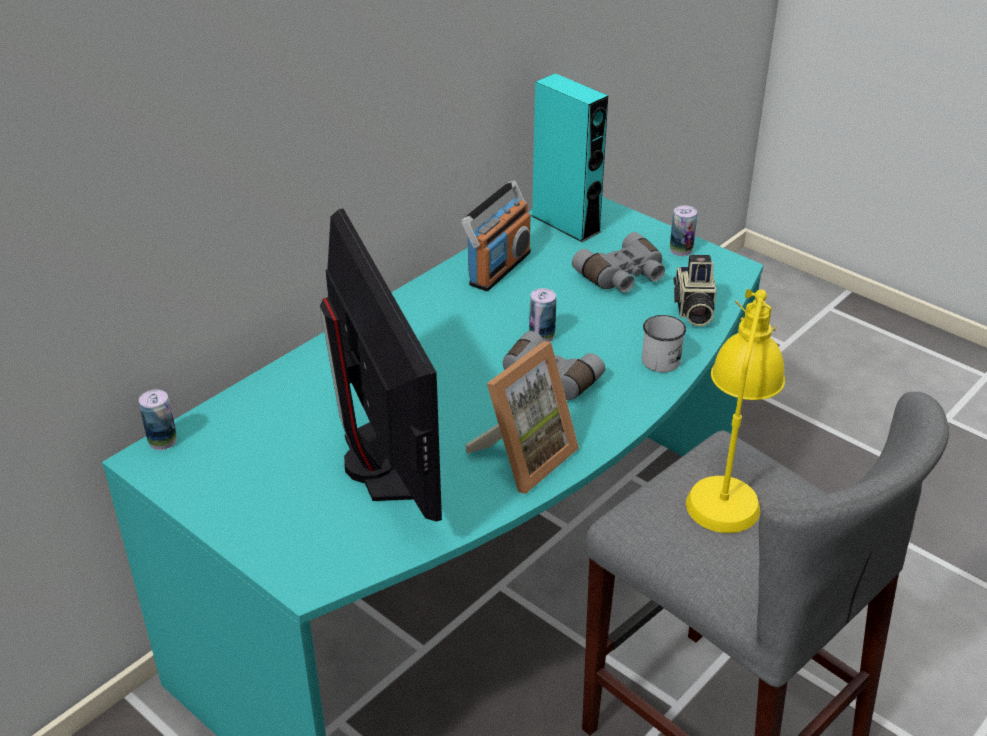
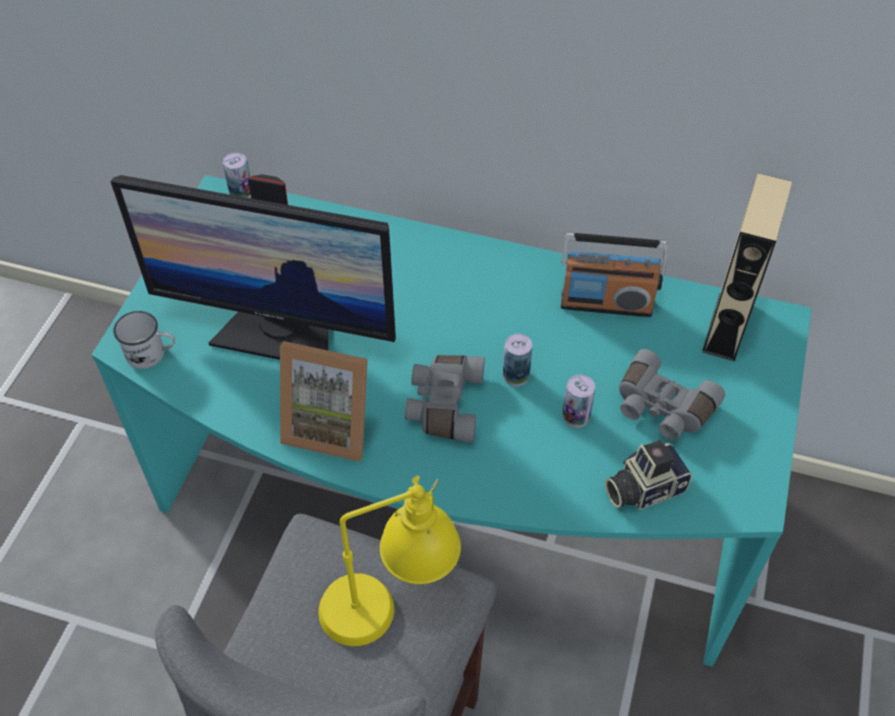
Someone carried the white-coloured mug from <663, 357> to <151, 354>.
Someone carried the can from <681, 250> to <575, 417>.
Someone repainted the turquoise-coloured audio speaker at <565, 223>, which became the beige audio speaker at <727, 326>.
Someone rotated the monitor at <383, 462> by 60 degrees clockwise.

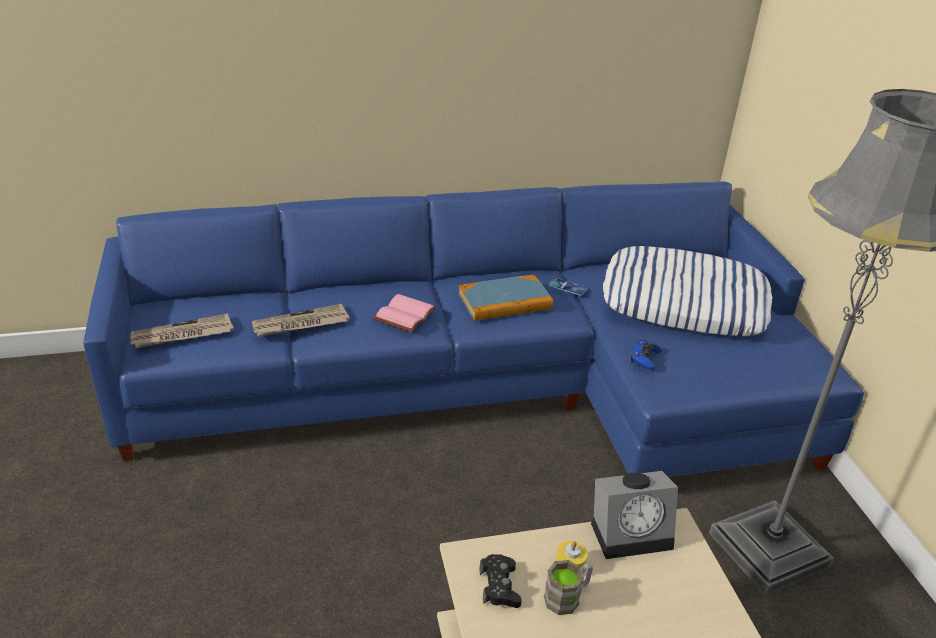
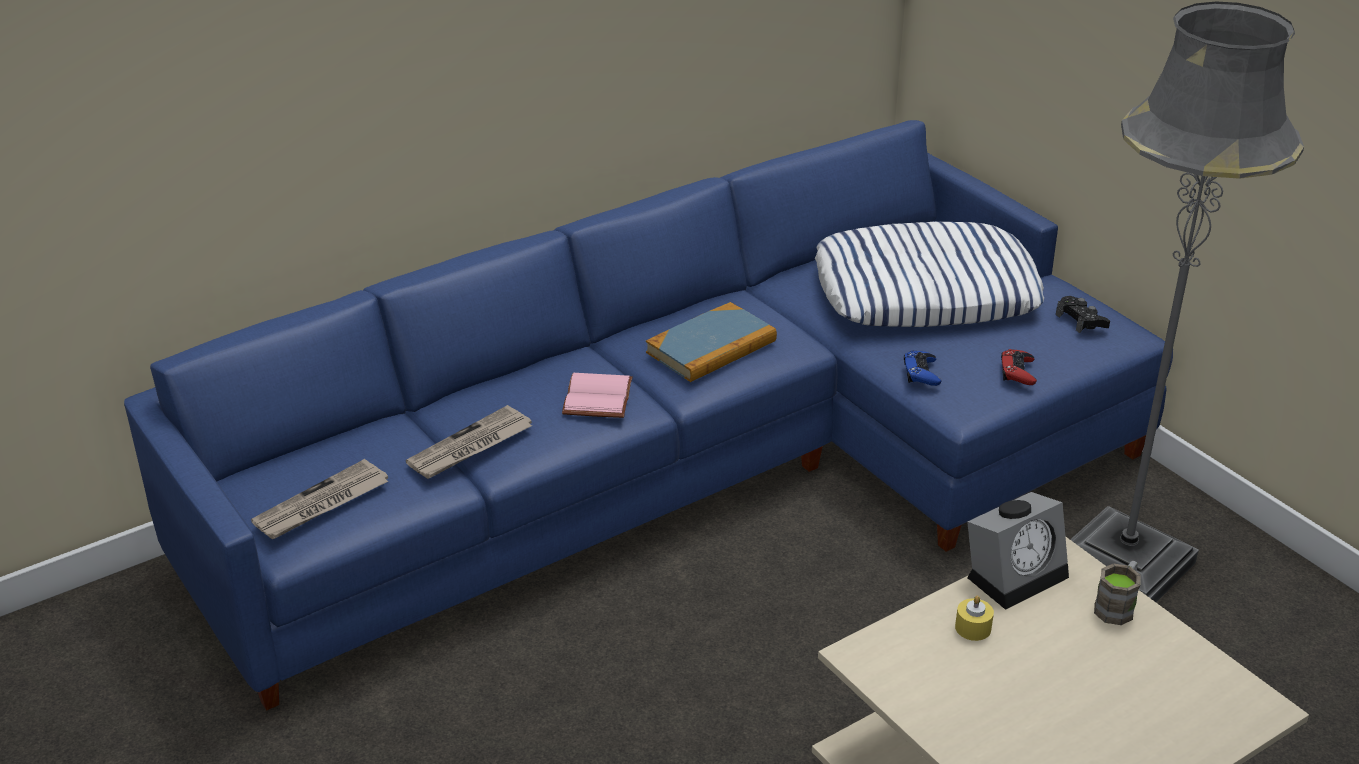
Someone took away the telephone at <567, 287>.
Someone put down the red gamepad at <1017, 372>.
Someone carried the black gamepad from <499, 586> to <1081, 320>.
Someone carried the brown-coloured mug from <567, 597> to <1117, 606>.

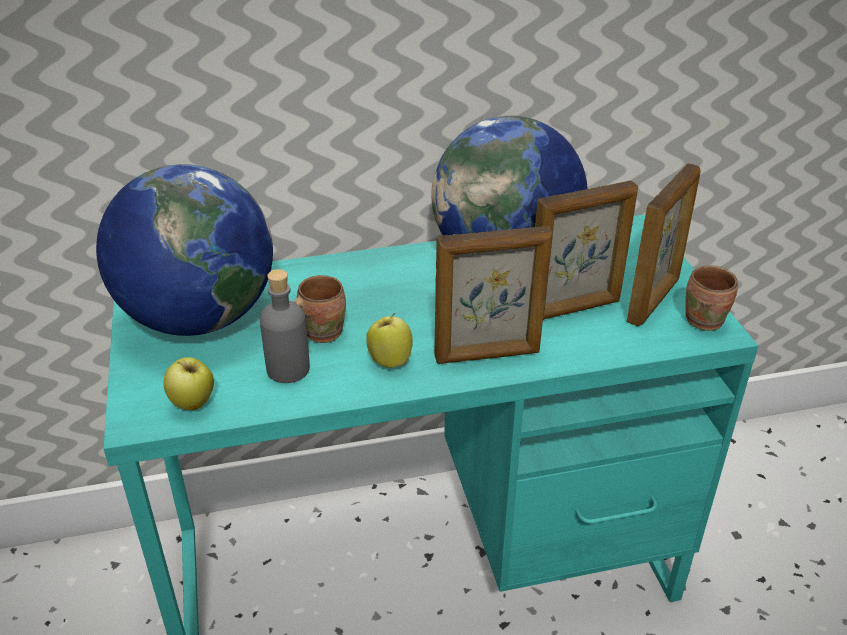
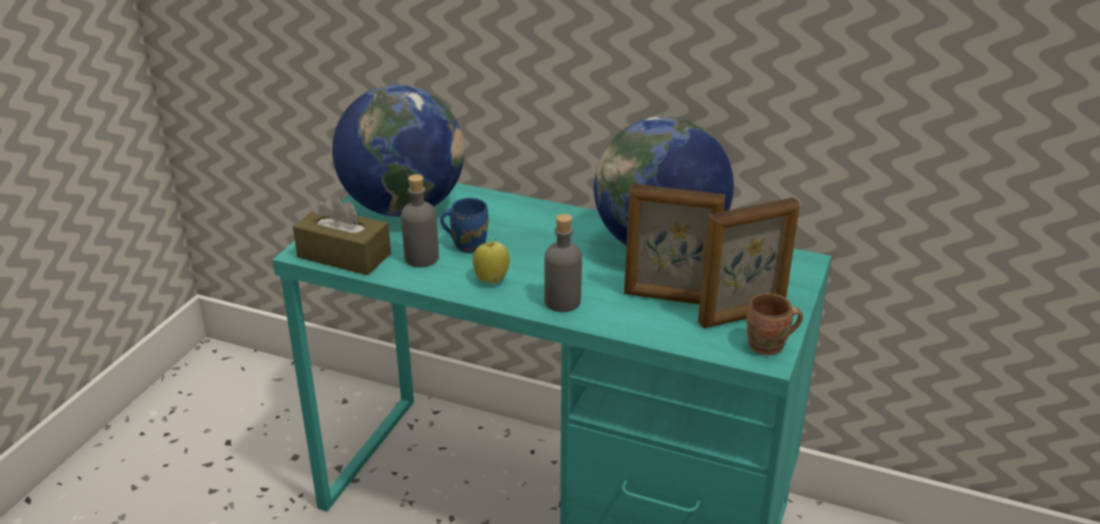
Someone swapped the apple fruit at <193, 404> for the brown-coloured tissue holder at <344, 255>.
Someone swapped the picture frame at <488, 355> for the grey bottle at <562, 302>.
Someone repainted the brown-coloured mug at <320, 332>, which became the blue-coloured mug at <468, 244>.

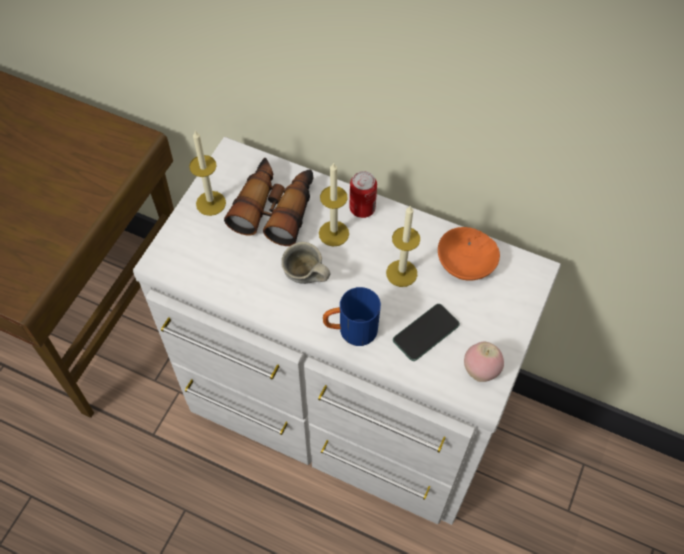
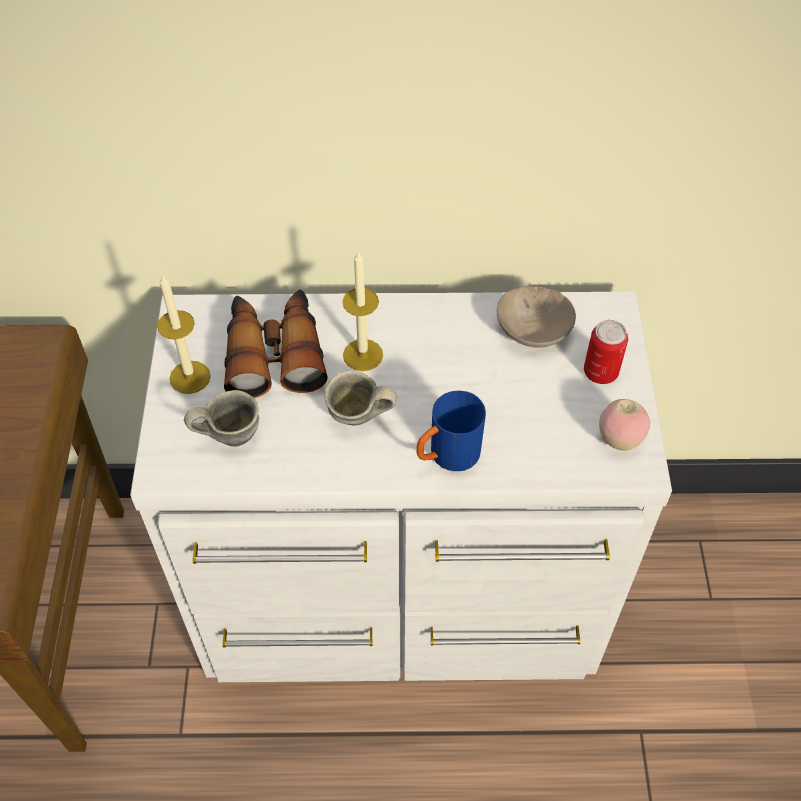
Someone took away the candle at <401, 273>.
Someone took away the telephone at <426, 333>.
Someone put down the grey mug at <230, 434>.
Someone carried the can from <362, 209> to <600, 372>.
Someone repainted the orange serving bowl at <464, 263>, which became the beige serving bowl at <532, 331>.

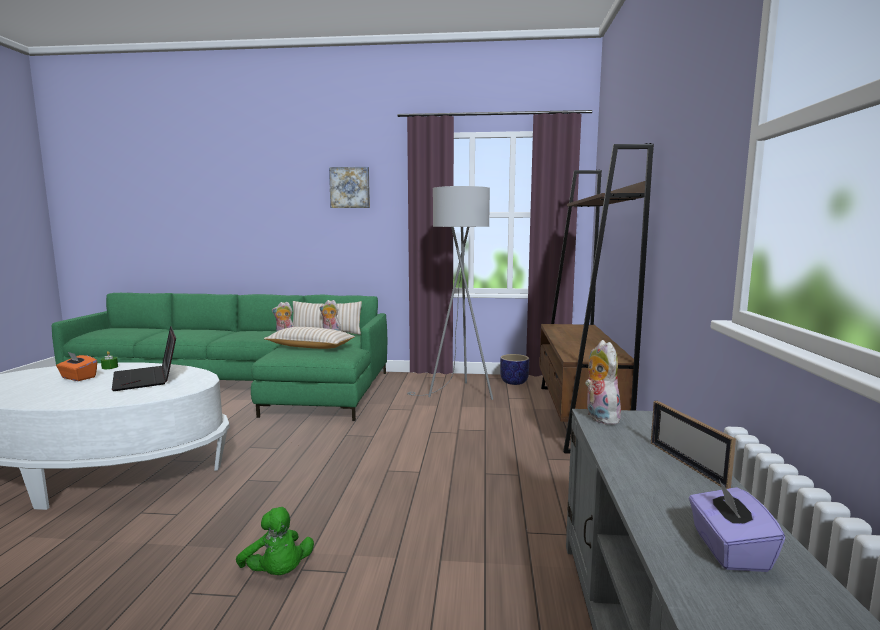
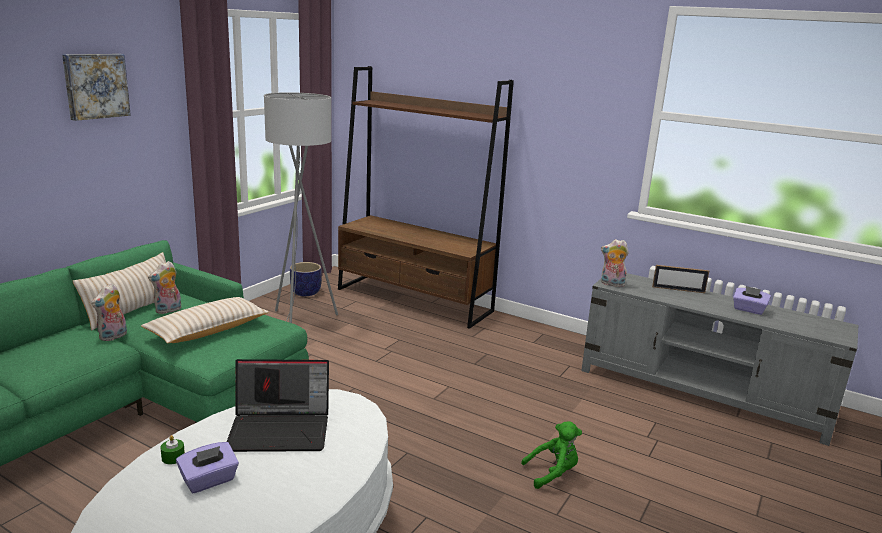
Someone repainted the orange tissue holder at <78, 378>, which became the purple-coloured tissue holder at <209, 481>.

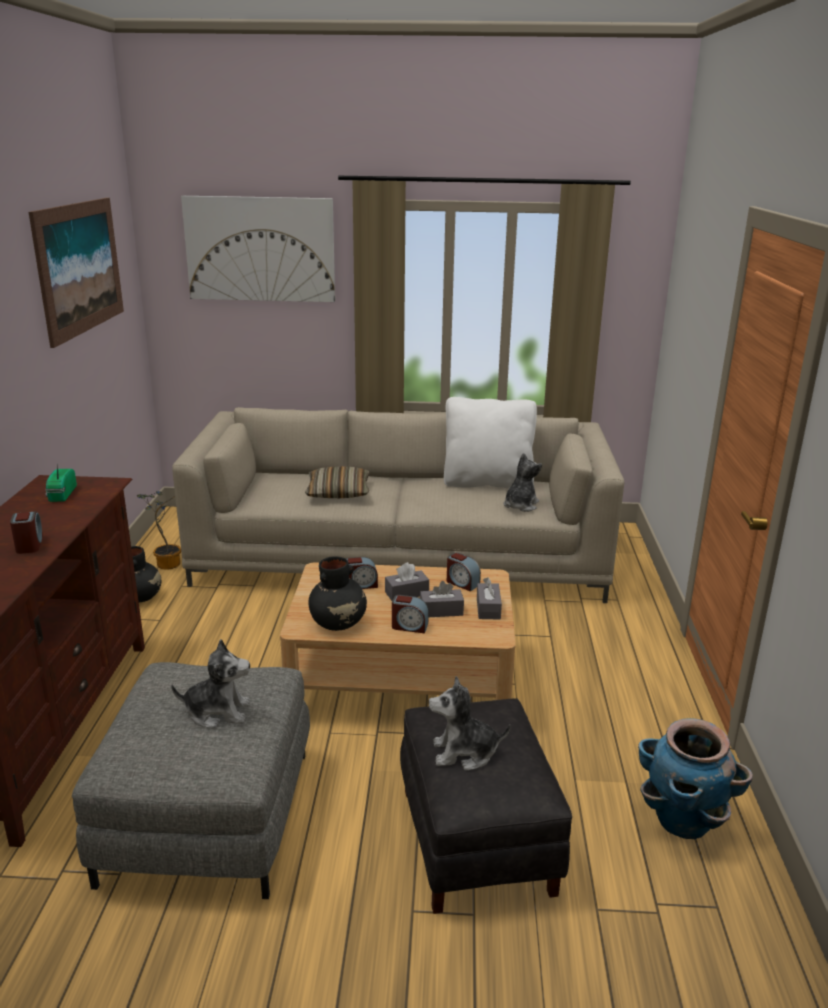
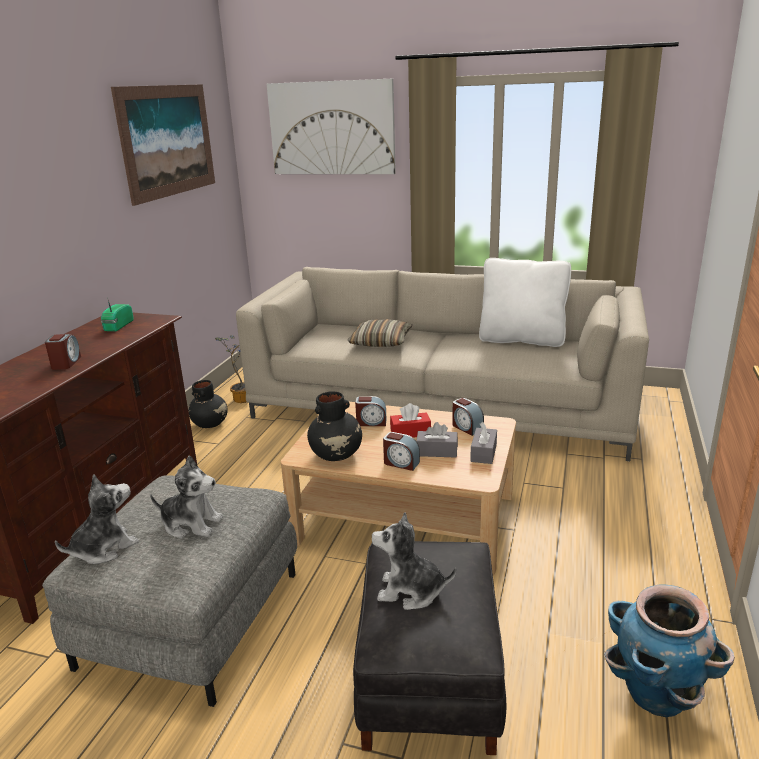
Someone carried the soft toy from <520, 505> to <104, 548>.
Someone repainted the grey tissue holder at <406, 593>, which became the red tissue holder at <410, 433>.

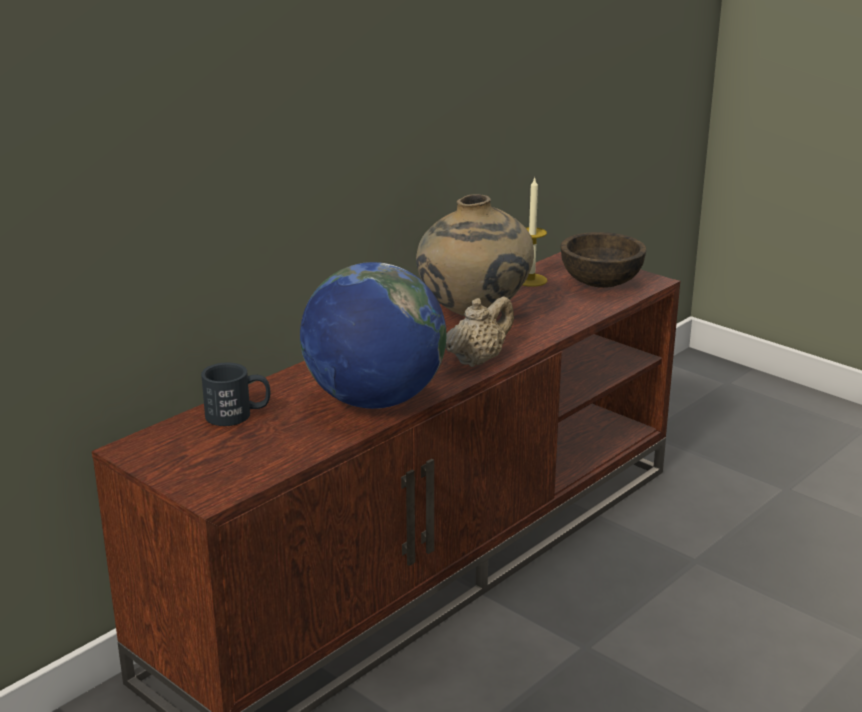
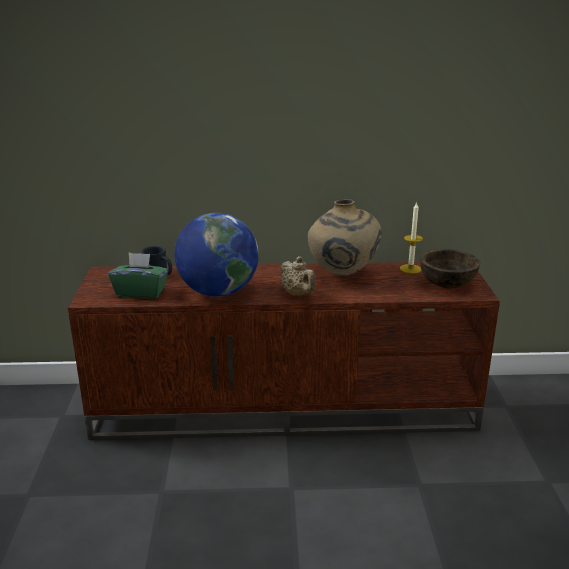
Someone put down the green tissue holder at <141, 292>.
Someone rotated the beige tea pot at <478, 360> by 60 degrees clockwise.

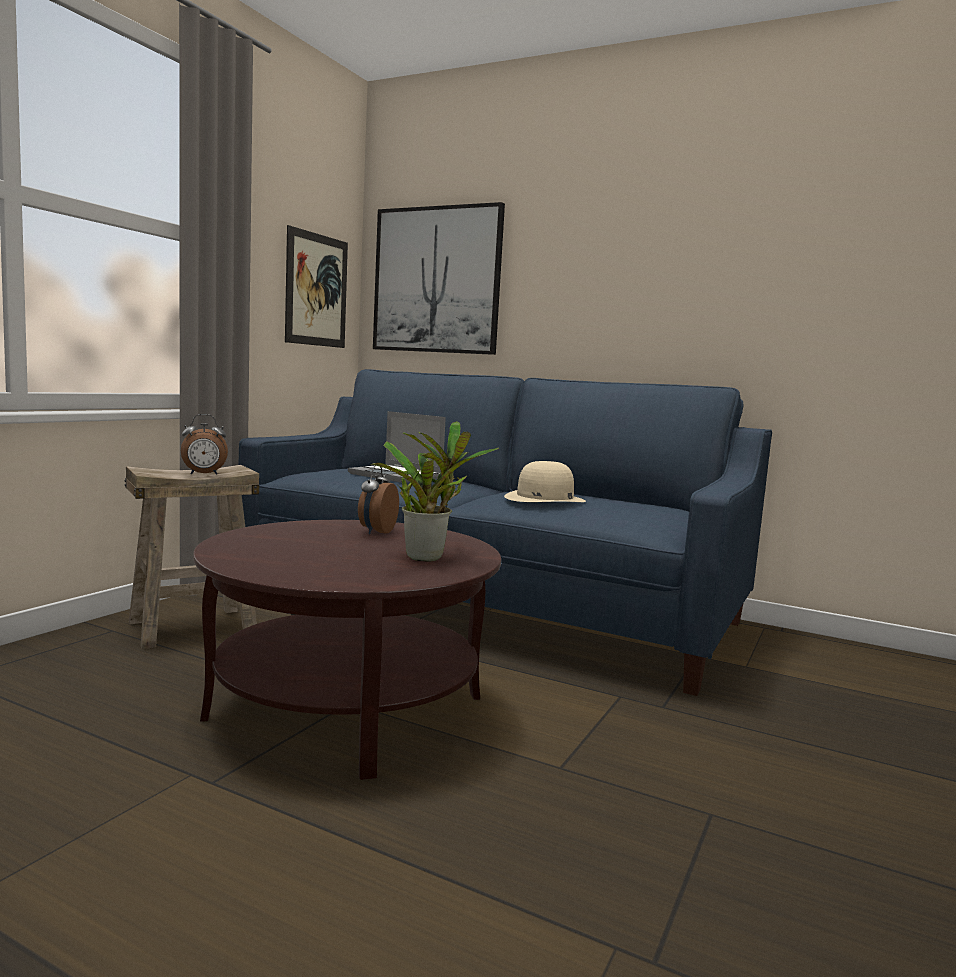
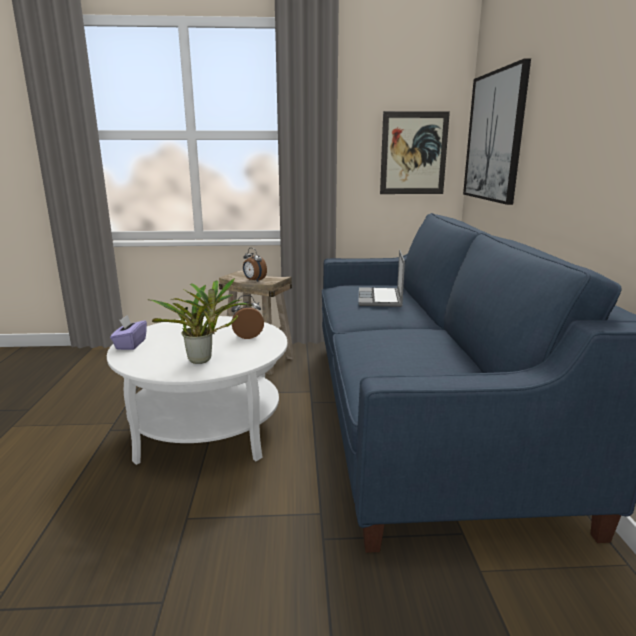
Someone took away the beige hat at <544, 499>.
Someone put down the purple-coloured tissue holder at <130, 344>.
Someone repainted the brown-coloured low table at <347, 707>, which became the white-coloured low table at <207, 429>.

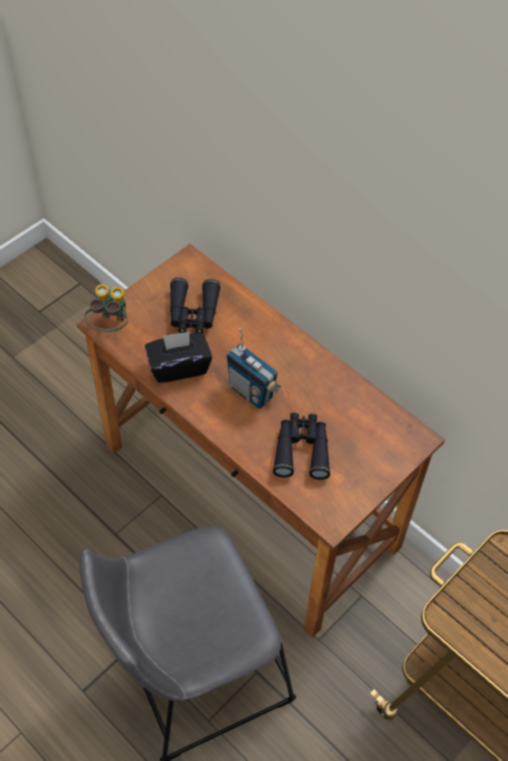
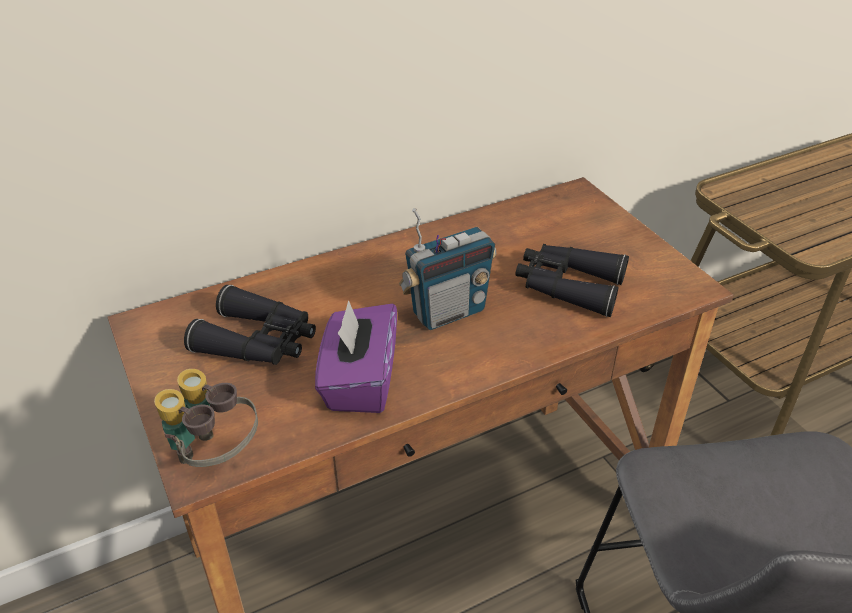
Someone repainted the black tissue holder at <179, 367>, which became the purple-coloured tissue holder at <359, 381>.

